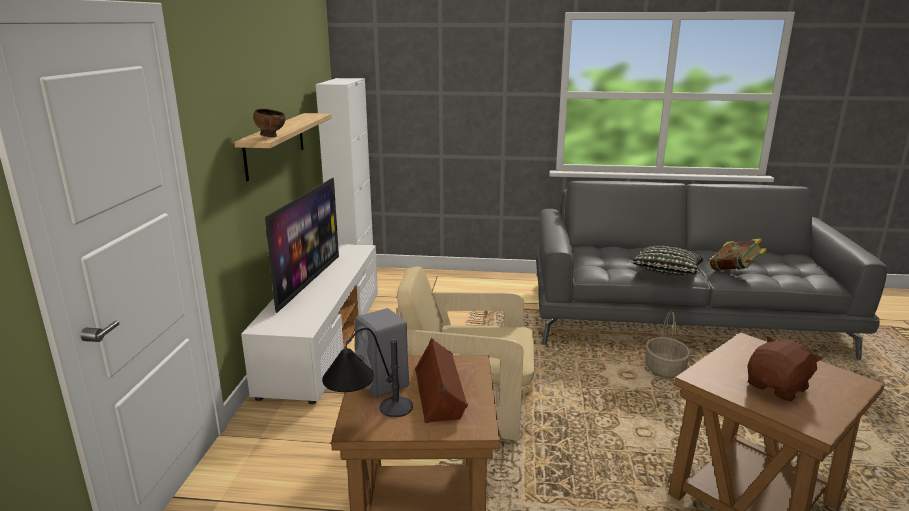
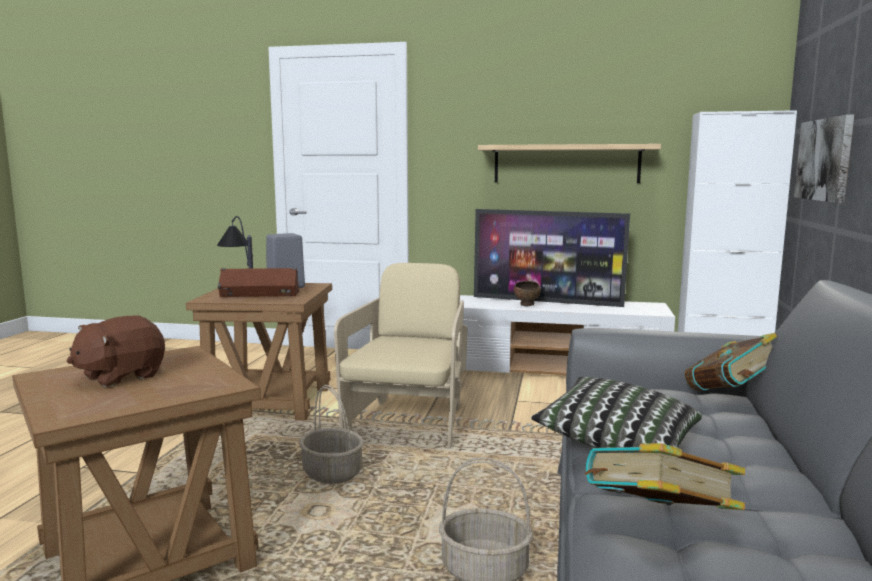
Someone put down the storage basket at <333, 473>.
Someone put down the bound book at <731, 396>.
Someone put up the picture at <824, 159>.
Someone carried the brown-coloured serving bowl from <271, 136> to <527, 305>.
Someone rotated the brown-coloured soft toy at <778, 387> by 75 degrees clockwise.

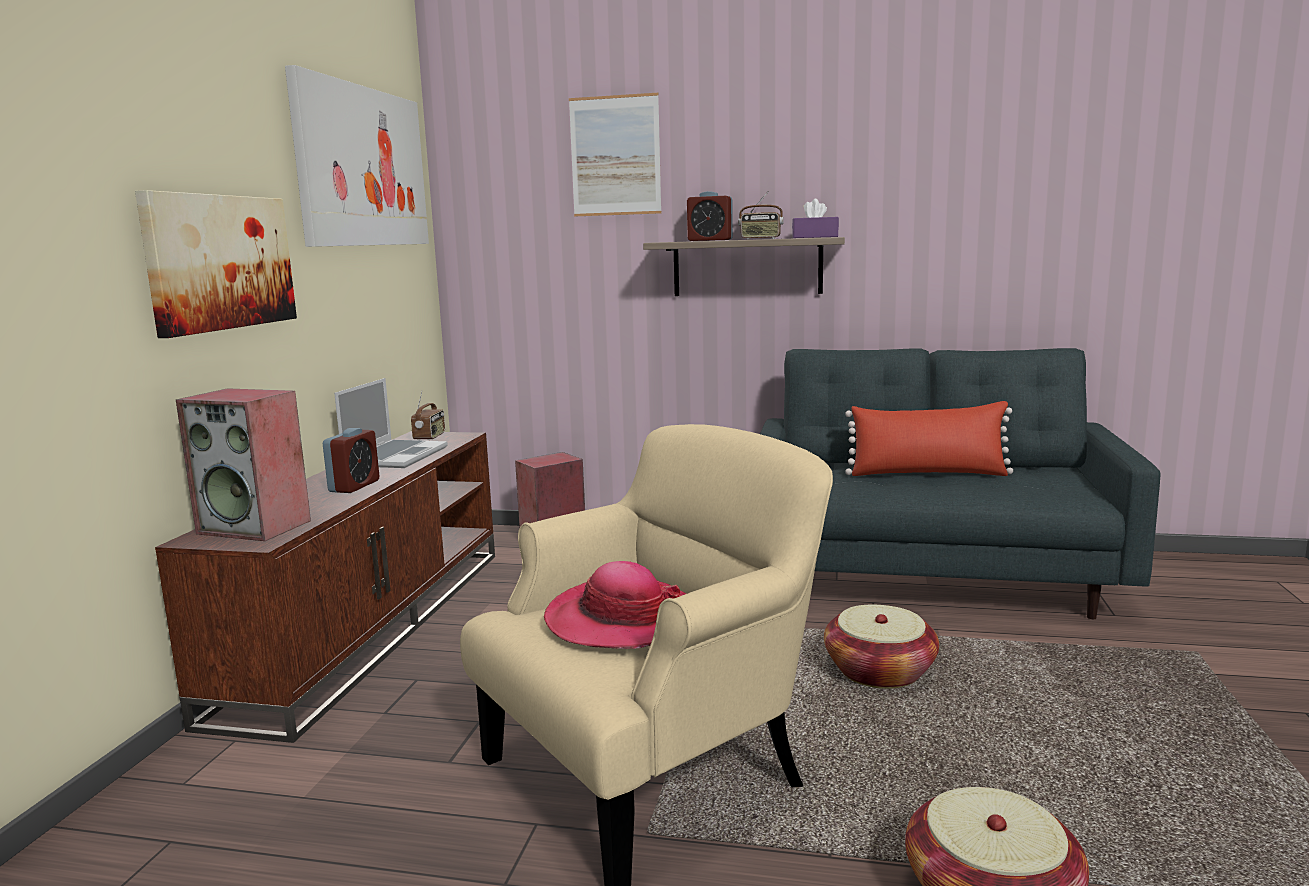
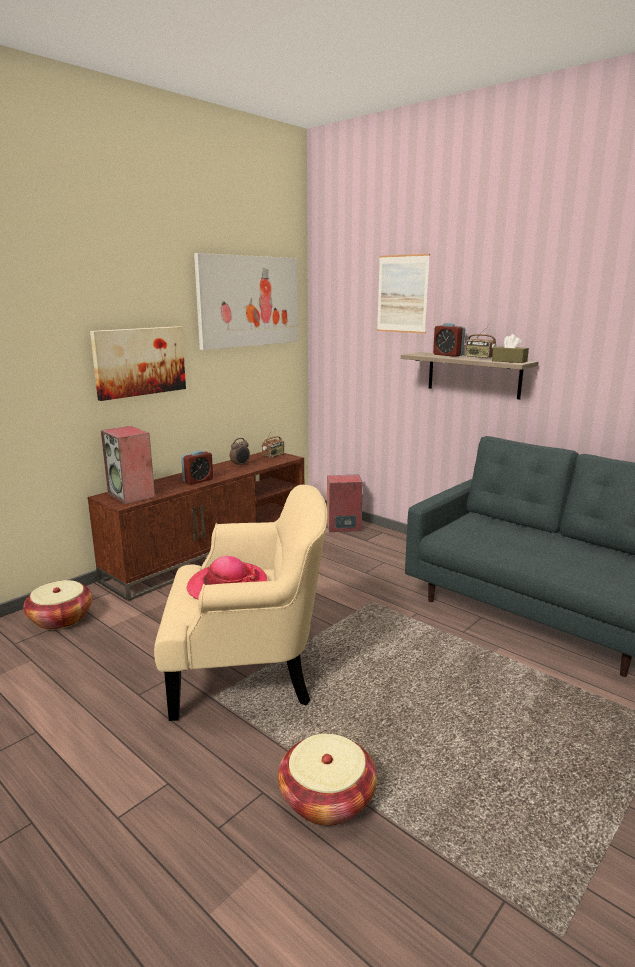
Someone took away the red throw pillow at <928, 473>.
Someone carried the storage basket from <879, 672> to <61, 619>.
Someone swapped the notebook computer at <395, 456> for the alarm clock at <240, 465>.
Someone repainted the purple-coloured tissue holder at <815, 237>, which became the brown-coloured tissue holder at <509, 361>.

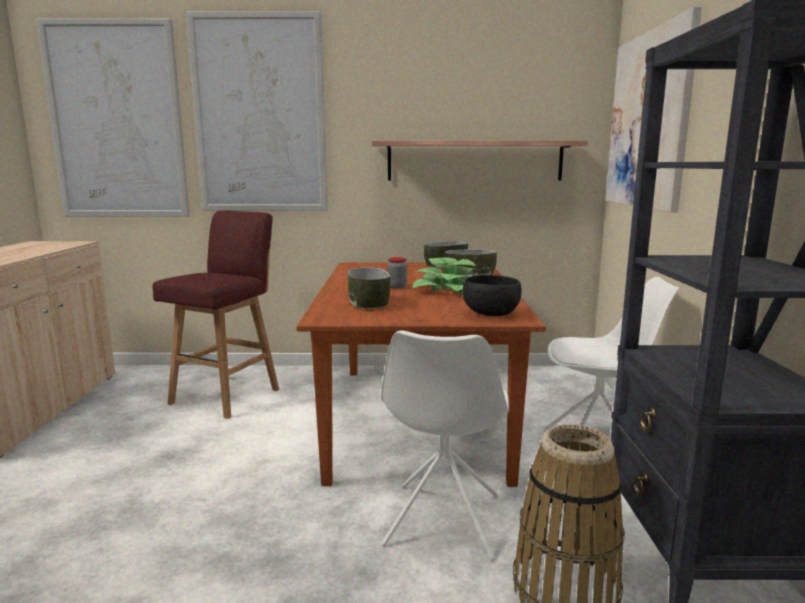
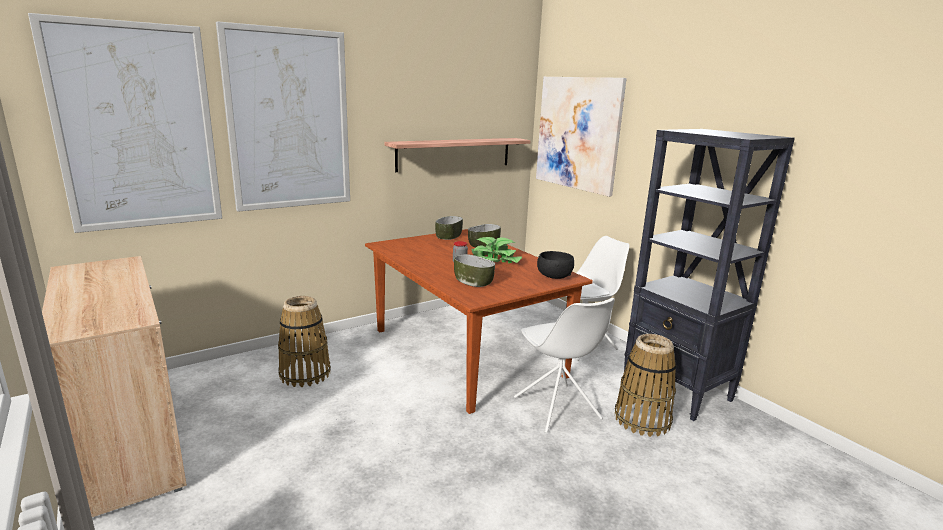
Someone swapped the red sitting stool at <227, 395> for the storage basket at <305, 374>.

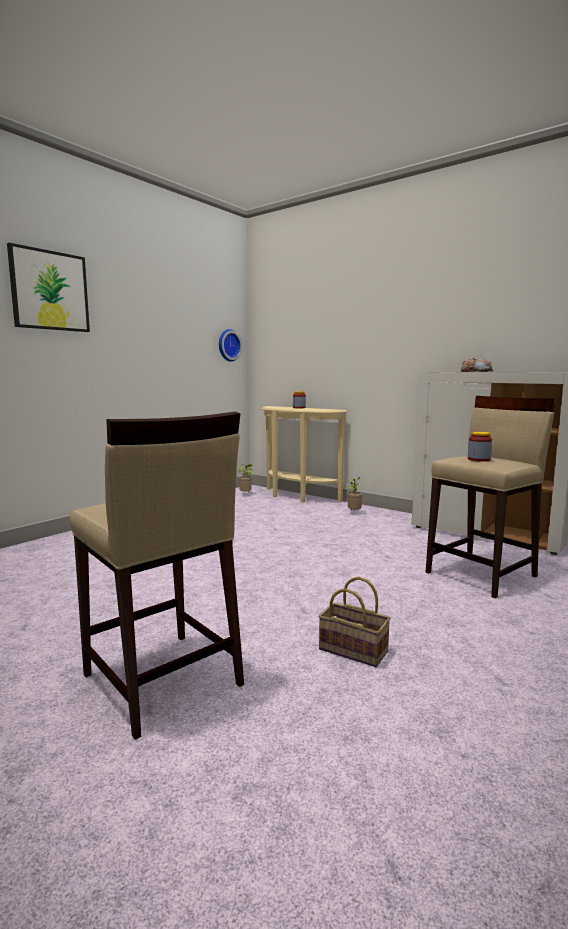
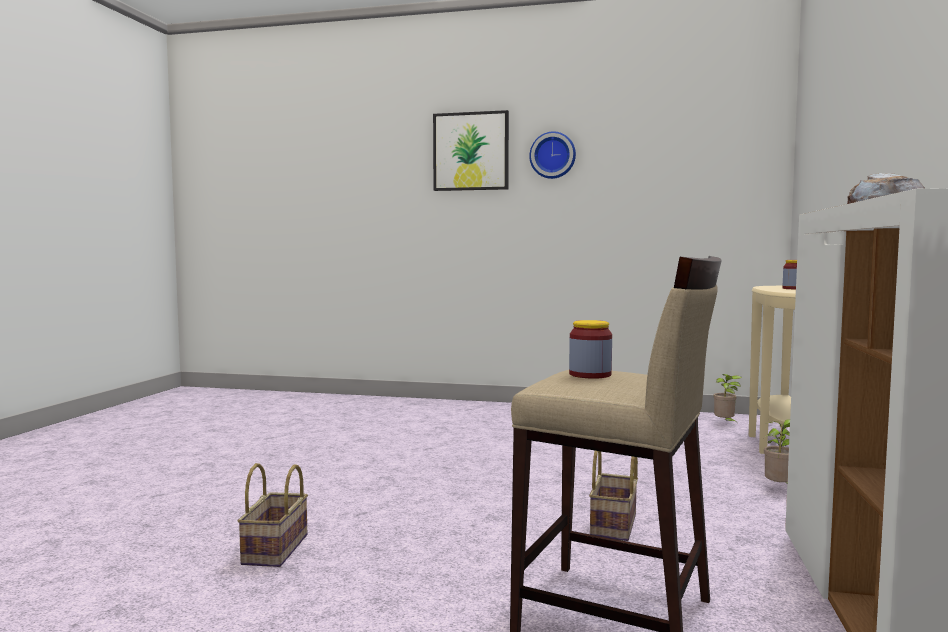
Someone took away the beige sitting stool at <161, 681>.
Someone put down the storage basket at <614, 526>.
Someone carried the wall clock from <228, 345> to <552, 155>.

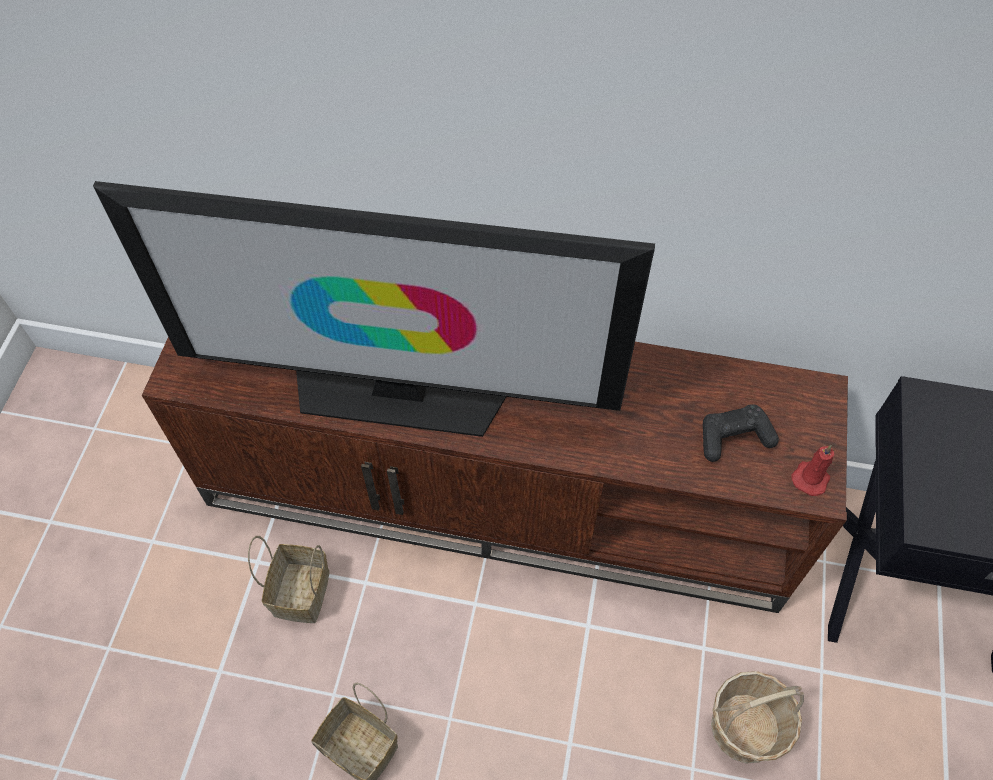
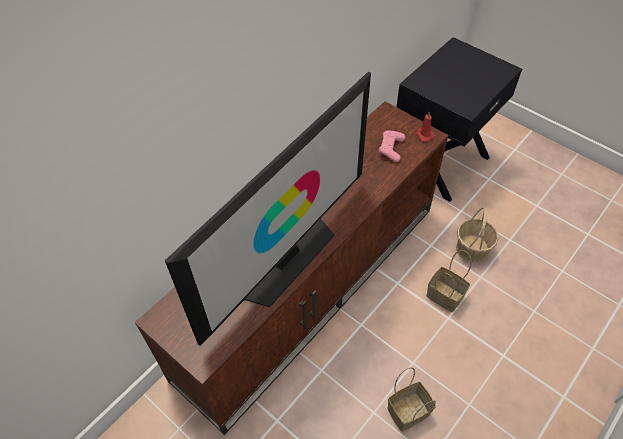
Someone carried the storage basket from <302, 595> to <446, 296>.
Someone repainted the black gamepad at <734, 437>, which became the pinkish gamepad at <391, 149>.

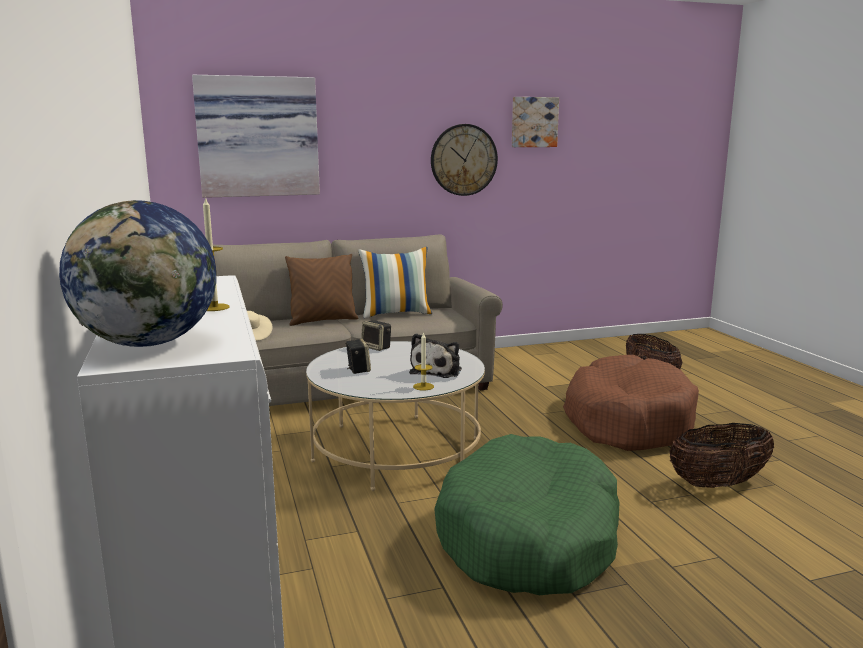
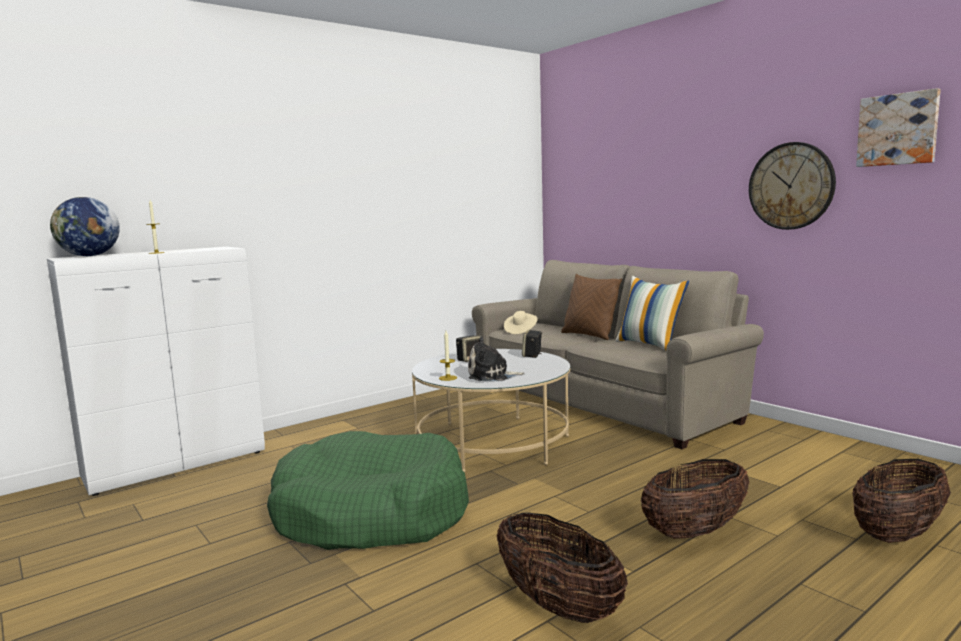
Someone took away the picture at <258, 137>.
Someone swapped the brown-coloured dog cushion at <627, 421> for the storage basket at <695, 531>.

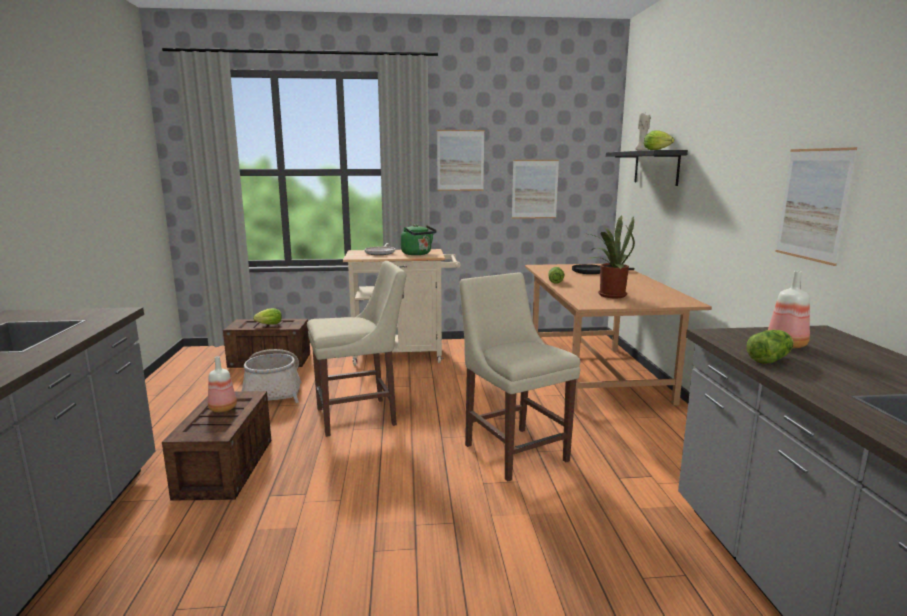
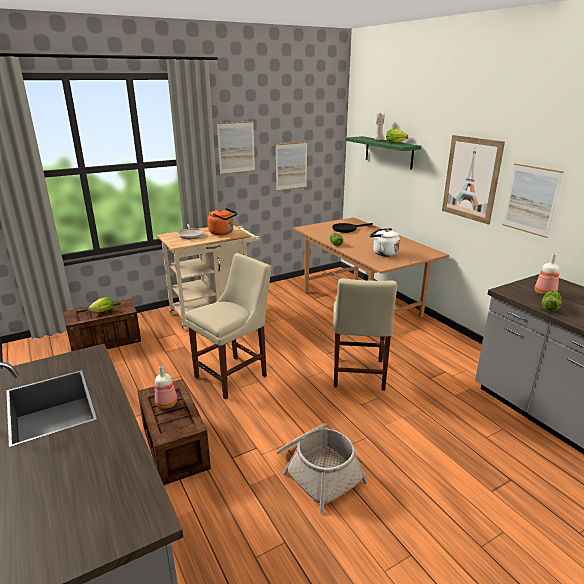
Someone put up the picture at <471, 178>.
Someone carried the storage basket from <273, 391> to <317, 471>.
Someone swapped the plant in a pot at <609, 295> for the white-coloured water kettle at <383, 253>.
Someone repainted the green water kettle at <418, 254>, which became the orange water kettle at <223, 233>.
Someone repainted the black wall shelf at <656, 167>, which became the green wall shelf at <388, 152>.
Someone rotated the beige chair at <513, 450> by 120 degrees counterclockwise.

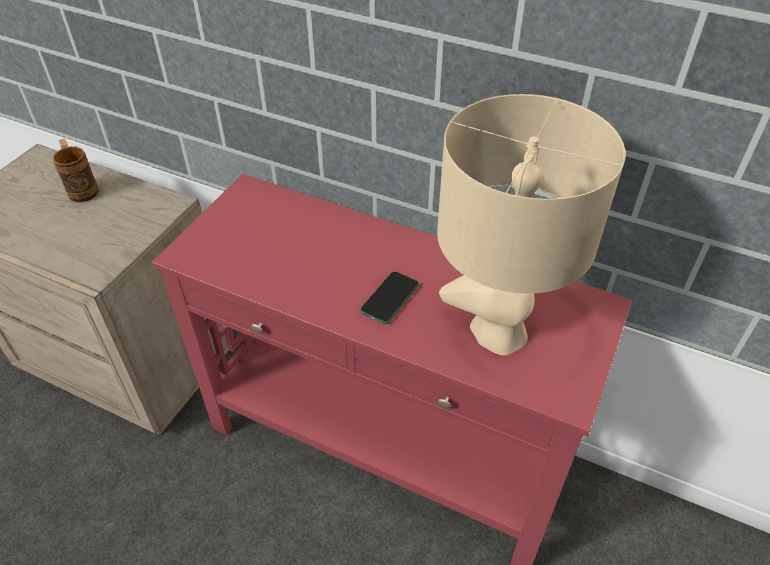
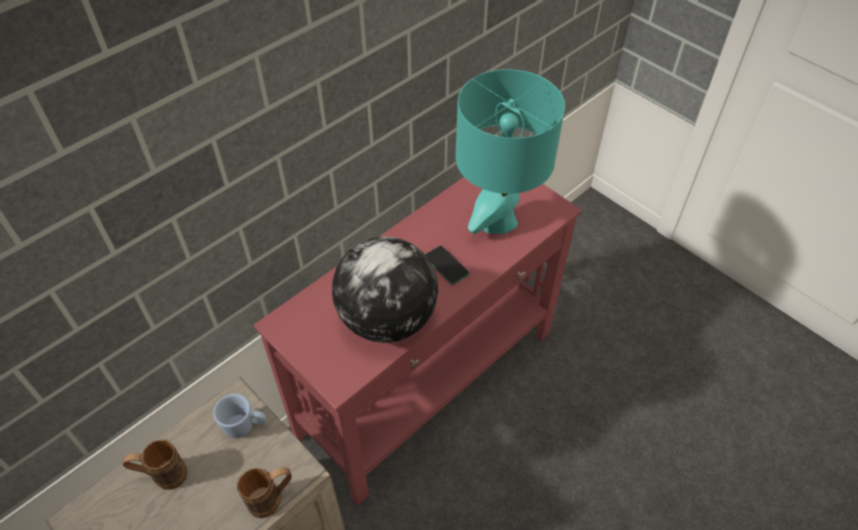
Someone put down the blue-coloured mug at <245, 426>.
Someone put down the brown-coloured mug at <272, 499>.
Someone put down the world globe at <387, 319>.
Someone repainted the beige lamp for a table at <498, 331>, which became the turquoise-coloured lamp for a table at <498, 221>.

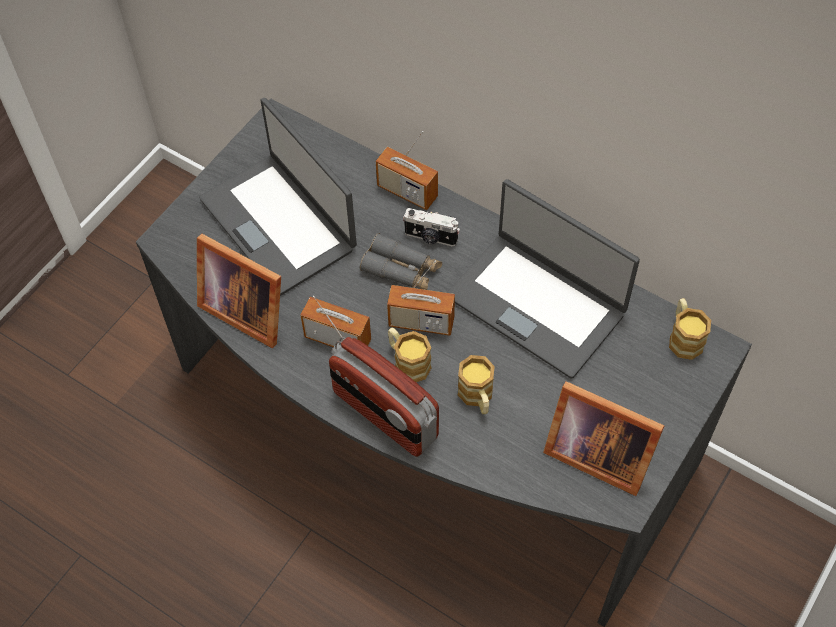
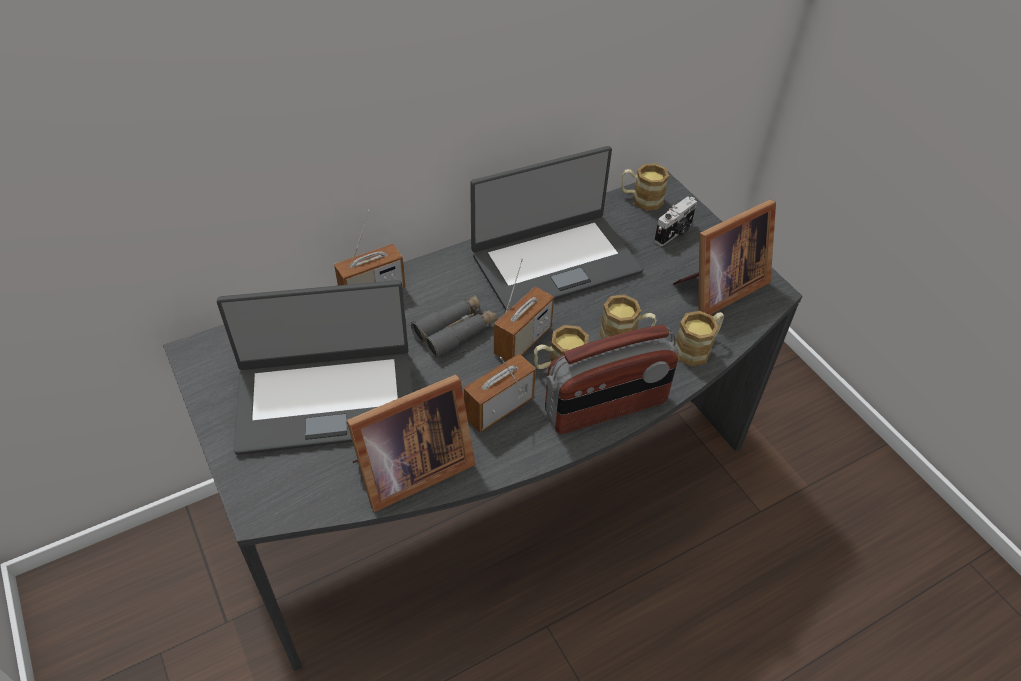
Someone put down the mug at <697, 348>.
Someone carried the still camera from <430, 237> to <674, 233>.

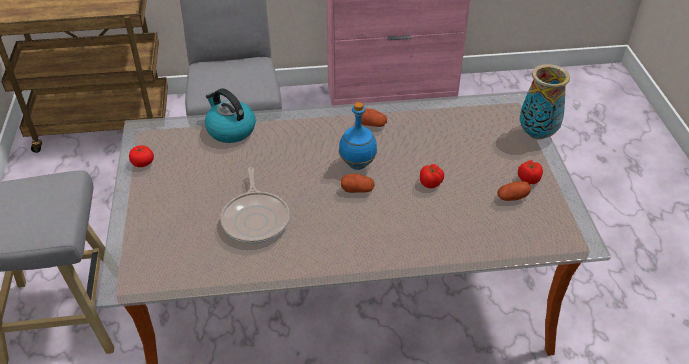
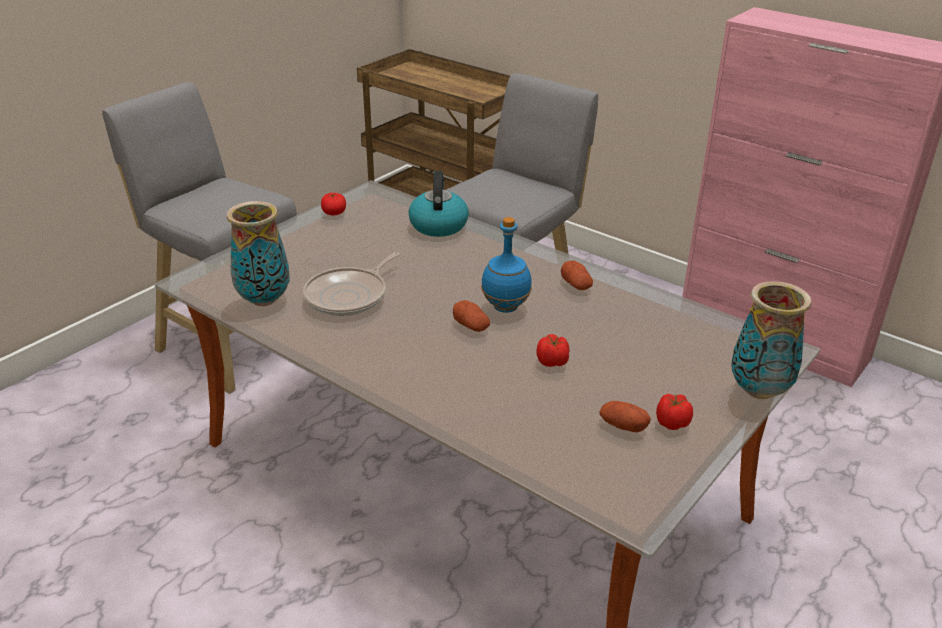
Someone put down the decorative vase at <264, 299>.

